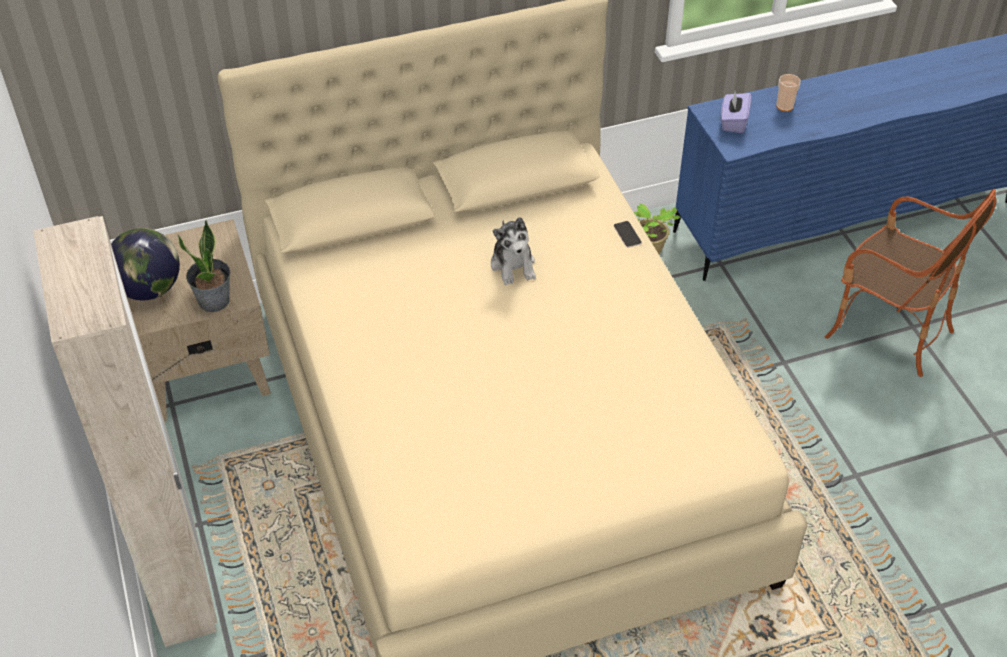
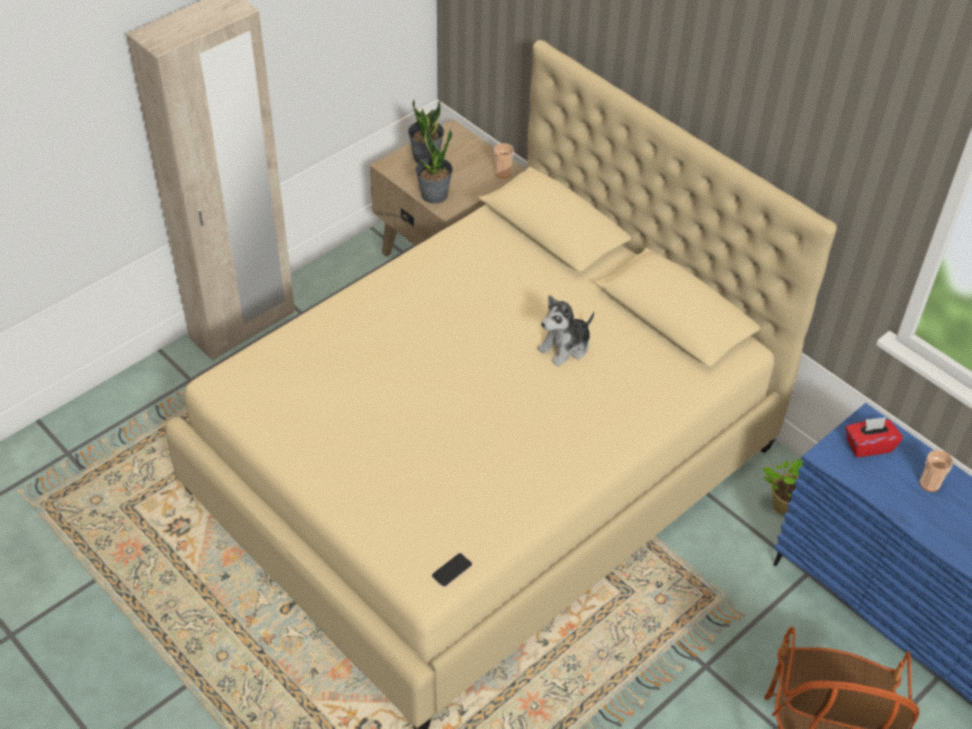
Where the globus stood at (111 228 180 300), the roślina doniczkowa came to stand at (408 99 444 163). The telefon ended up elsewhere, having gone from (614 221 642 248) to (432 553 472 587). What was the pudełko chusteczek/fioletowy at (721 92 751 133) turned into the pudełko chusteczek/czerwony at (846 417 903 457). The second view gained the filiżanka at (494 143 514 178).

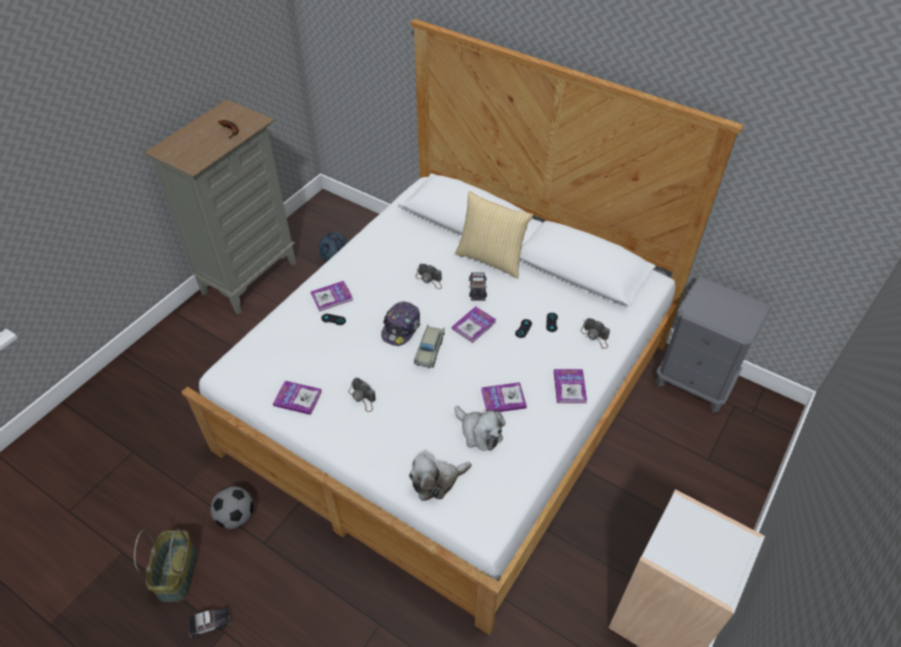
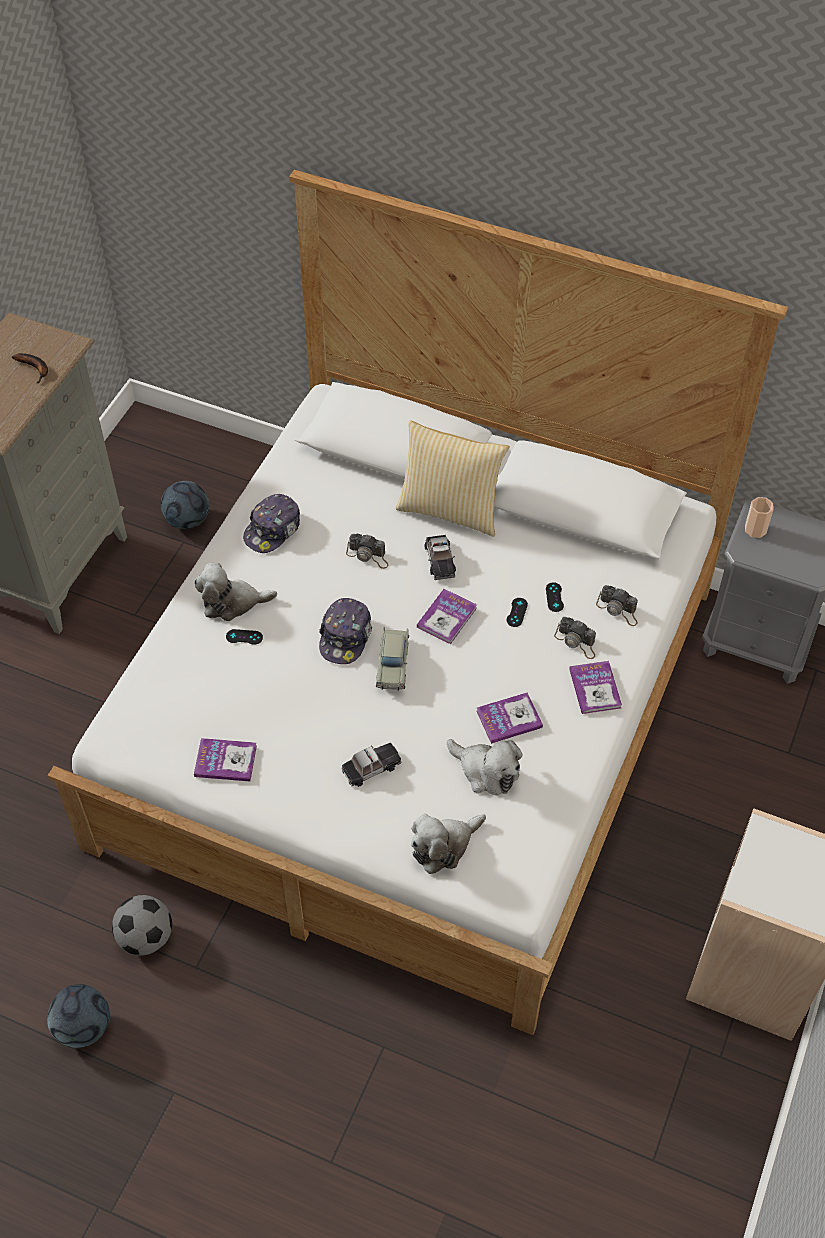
Where the koszyk stood at (134 529 197 602), the piłka futbolowa came to stand at (47 984 110 1048). The samochodzik ended up elsewhere, having gone from (188 607 231 638) to (341 743 401 787). Where the książka stood at (310 281 353 312), the pluszak came to stand at (194 563 277 621). The aparat fotograficzny ended up elsewhere, having gone from (348 378 376 412) to (554 617 596 659). The second view gained the czapka z daszkiem at (243 494 300 553). The second view gained the filiżanka at (745 497 773 538).

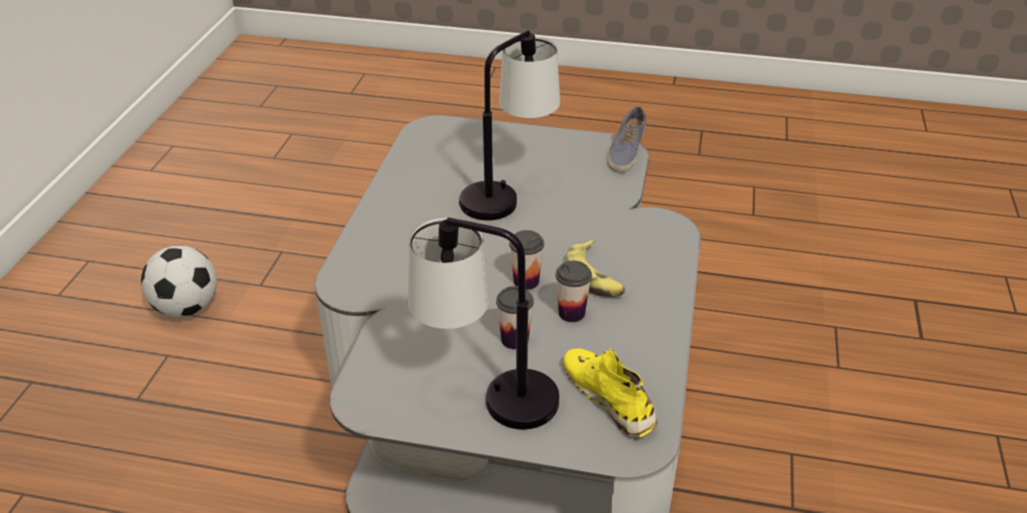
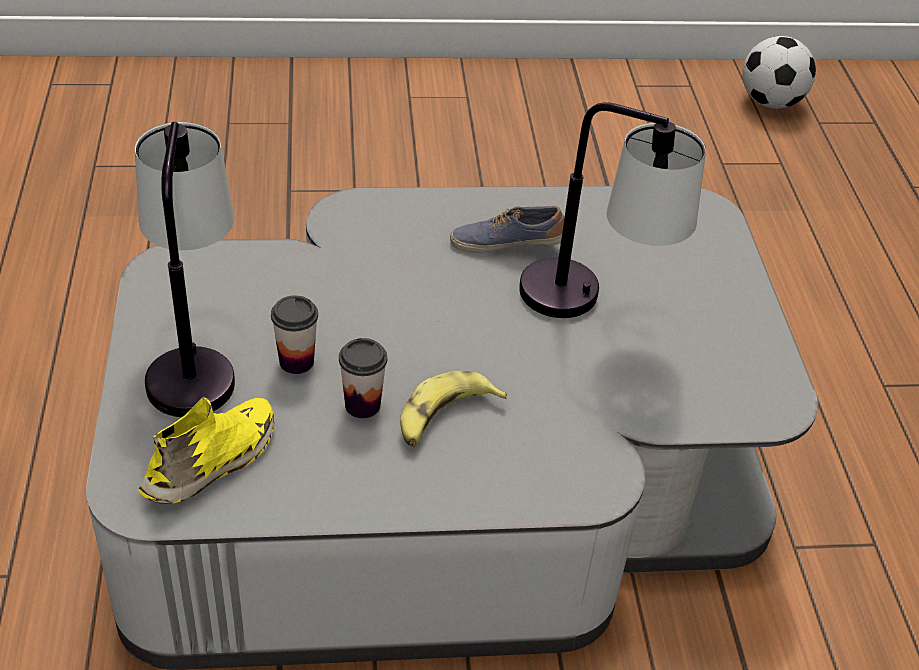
The piłka futbolowa ended up elsewhere, having gone from (141 246 217 317) to (742 36 816 109). The second view lost the filiżanka at (509 230 544 290). The but ended up elsewhere, having gone from (607 106 646 173) to (450 206 564 253).

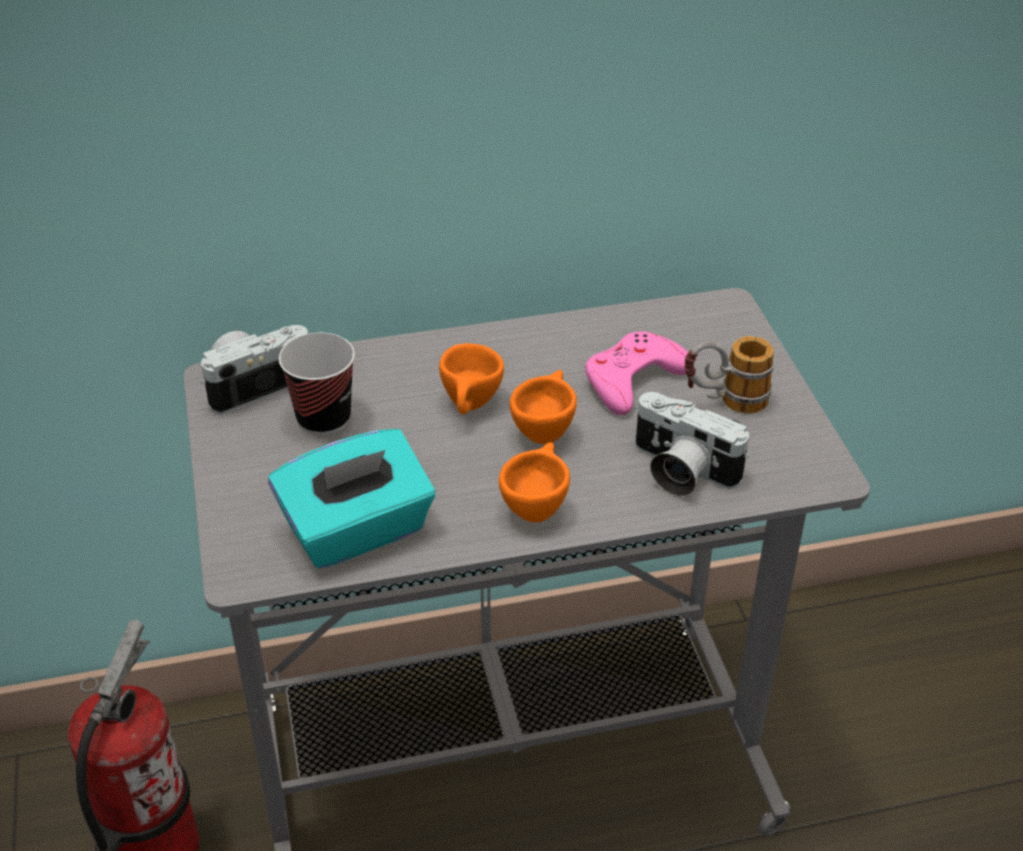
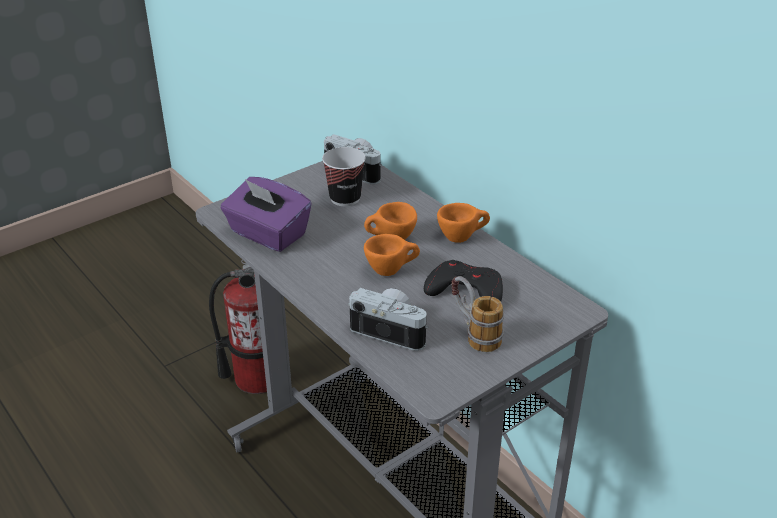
What was the pudełko chusteczek/turkusowy at (268 429 435 569) turned into the pudełko chusteczek/fioletowy at (221 177 312 252). The filiżanka/pomarańczowy ended up elsewhere, having gone from (499 442 570 522) to (437 203 490 243). What was the pad do gier/różowy at (585 331 688 415) turned into the pad do gier/czarny at (424 260 503 301). The aparat fotograficzny at (635 392 749 496) ended up facing another way, 105 degrees clockwise from before.

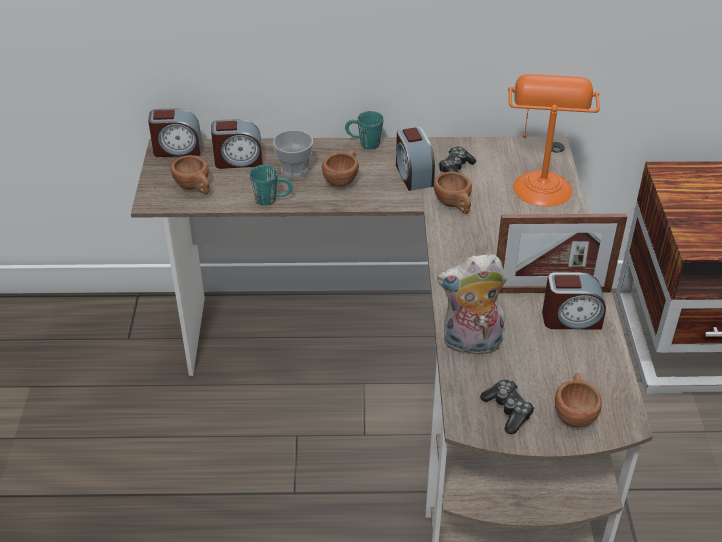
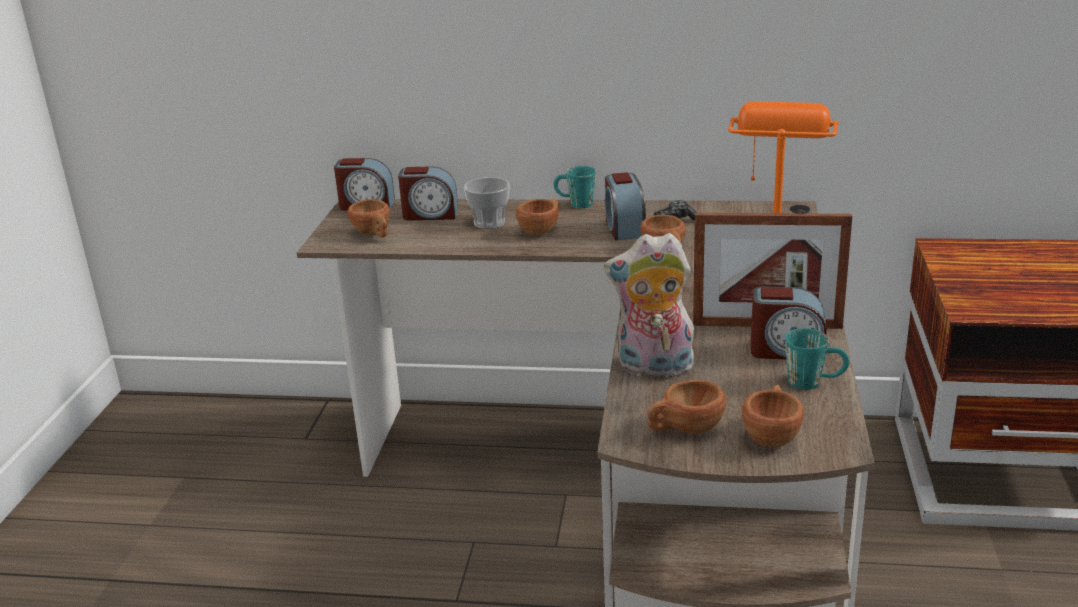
The kubek/turkusowy ended up elsewhere, having gone from (249 165 293 206) to (785 328 850 390). Where the pad do gier stood at (480 379 535 434), the filiżanka/brązowy came to stand at (648 380 726 434).

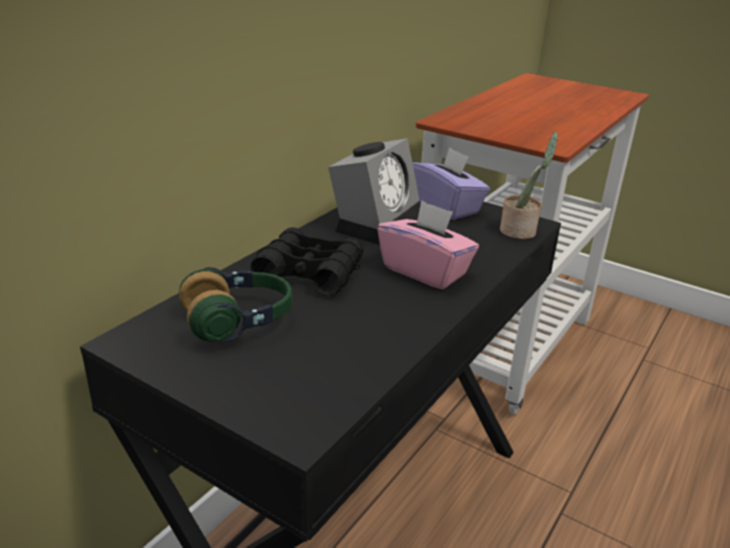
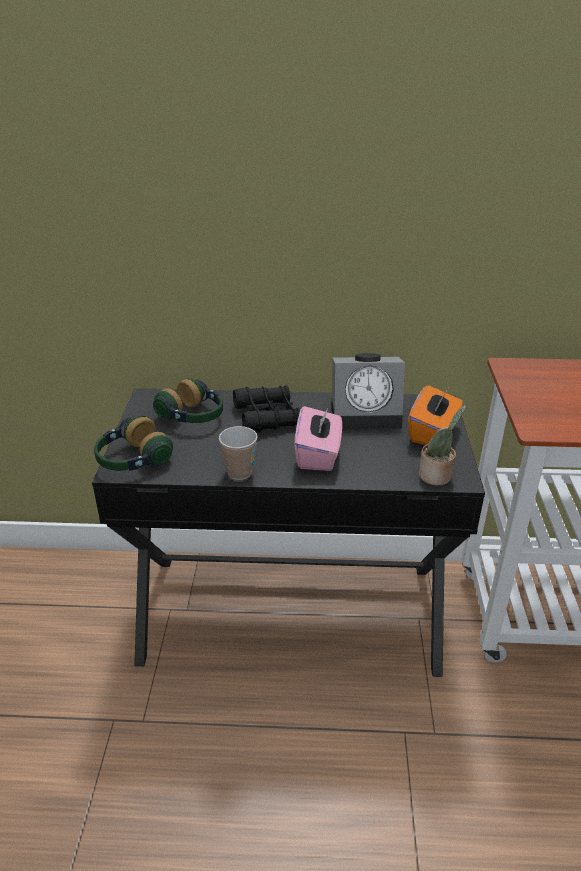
What was the pudełko chusteczek/fioletowy at (412 147 490 220) turned into the pudełko chusteczek/pomarańczowy at (408 385 463 445). The second view gained the słuchawki at (94 415 173 471). The second view gained the filiżanka at (219 426 257 480).

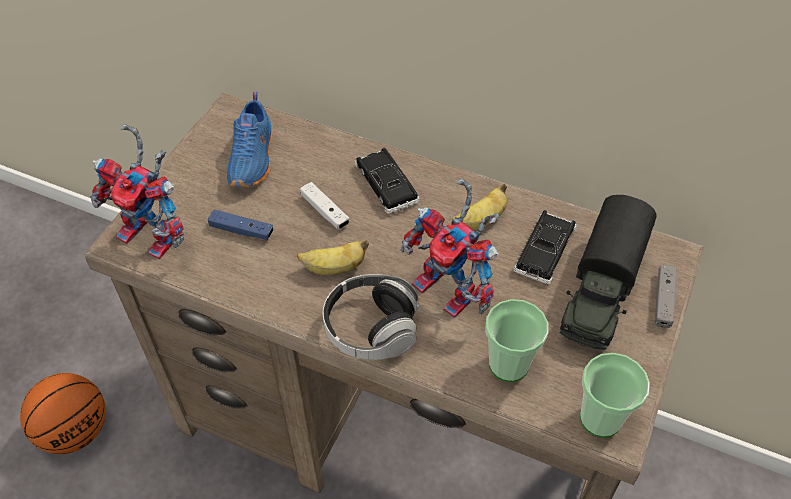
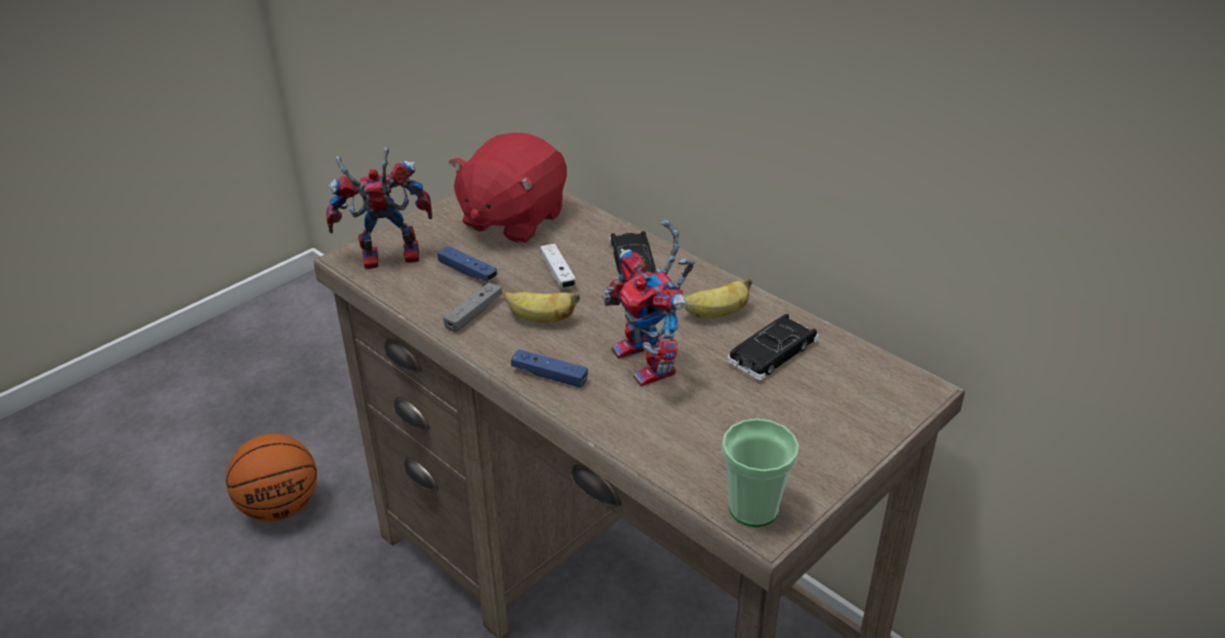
The robot zabawkowy at (90 124 184 259) ended up facing another way, 120 degrees clockwise from before. Where the but/niebieski stood at (227 92 273 187), the pluszak/czerwony came to stand at (449 132 567 244). Where the słuchawki stood at (323 274 420 360), the pad do gier/niebieski came to stand at (511 349 588 387). The second view lost the filiżanka at (485 299 548 382). The second view lost the ciężarówka zabawkowa at (560 195 657 350). The pad do gier/szary ended up elsewhere, having gone from (655 264 677 328) to (443 282 502 332).

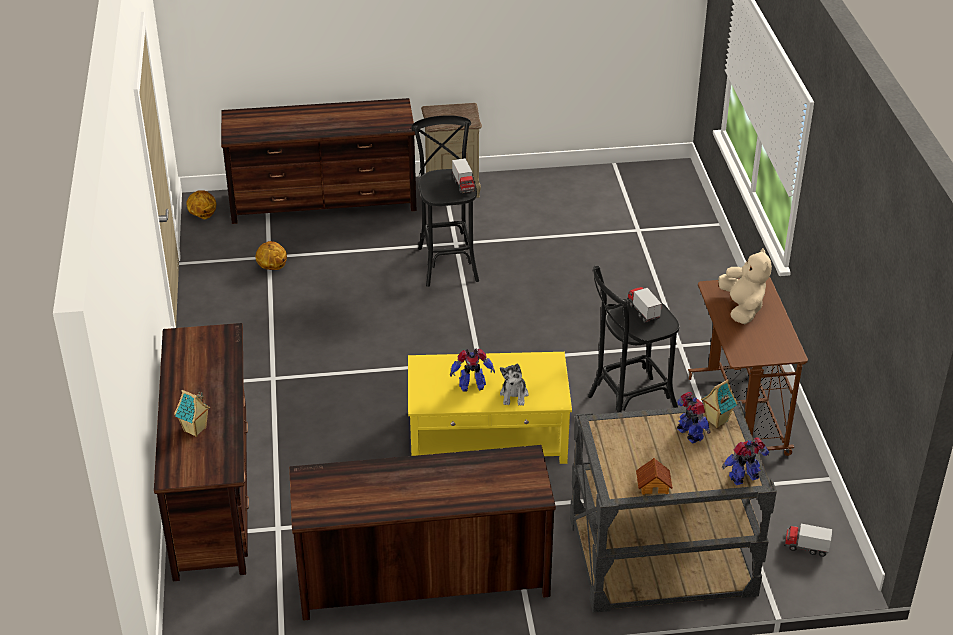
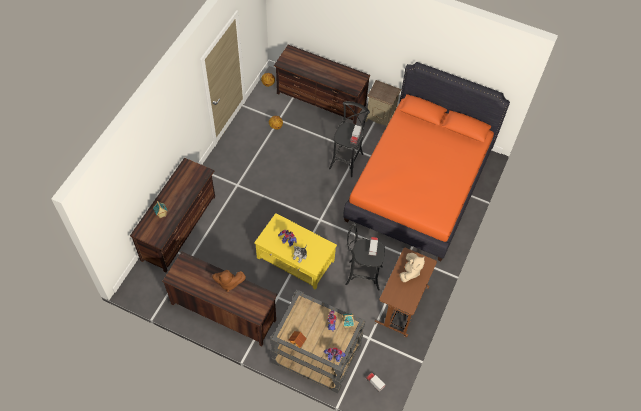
The second view gained the pluszak/brązowy at (212 270 246 292). The second view gained the łóżko/pomarańczowy at (343 62 510 261).

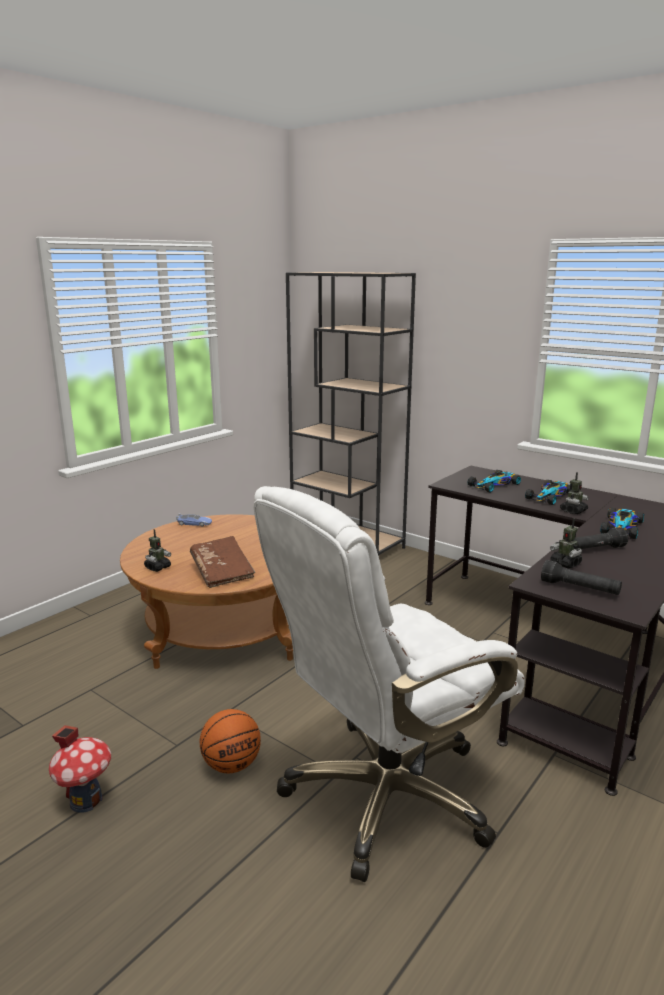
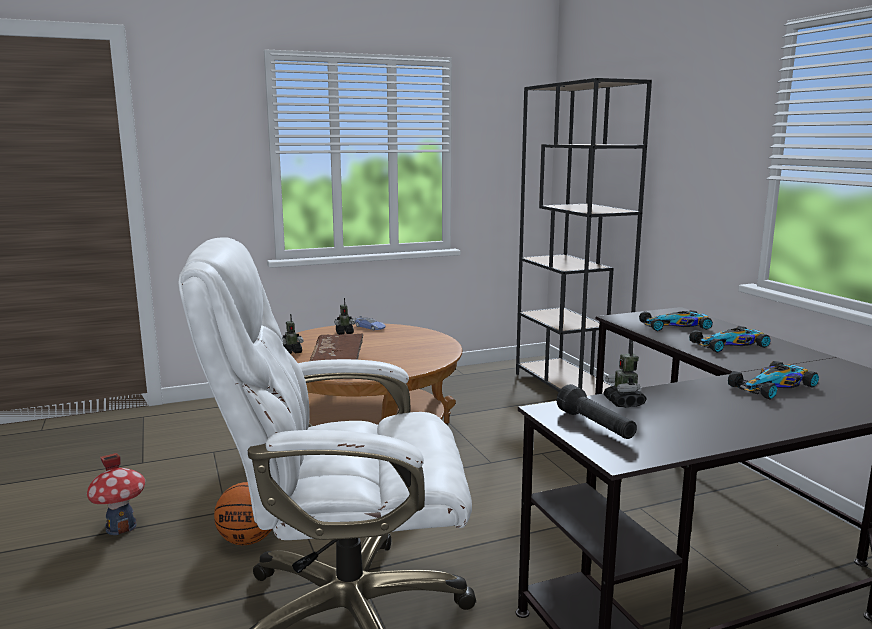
The robot zabawkowy ended up elsewhere, having gone from (560 472 589 514) to (334 298 355 335). The second view lost the latarka/czarny at (574 527 628 549).

